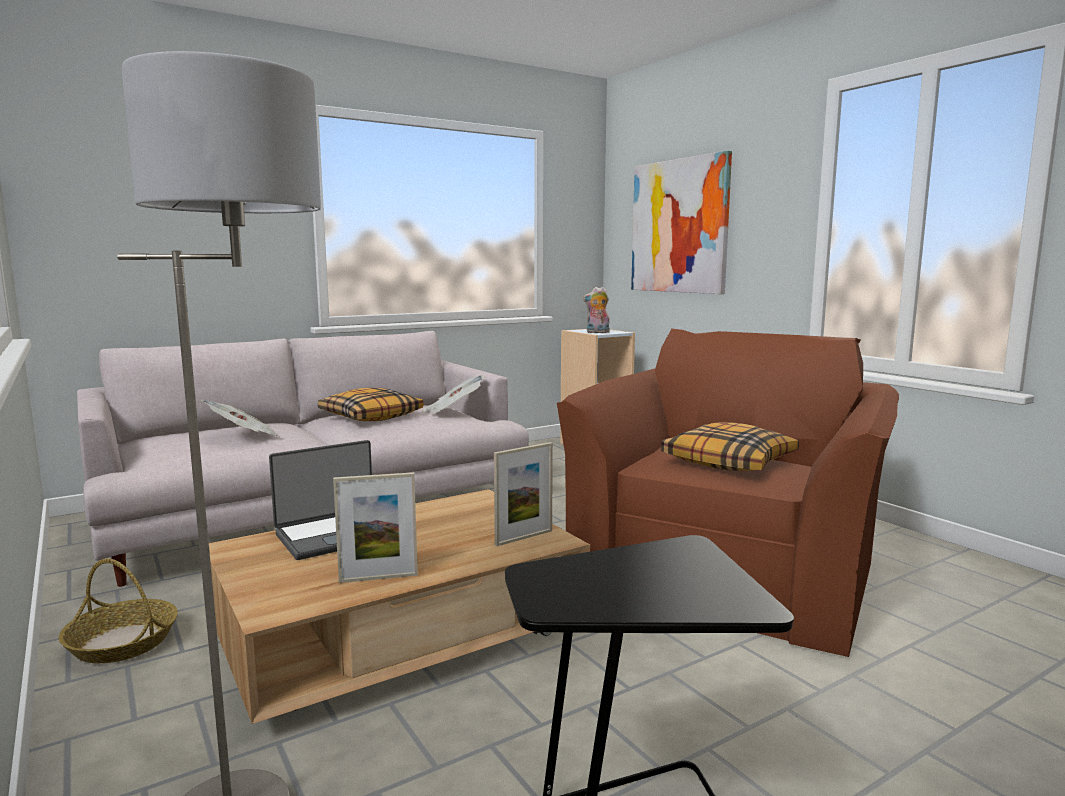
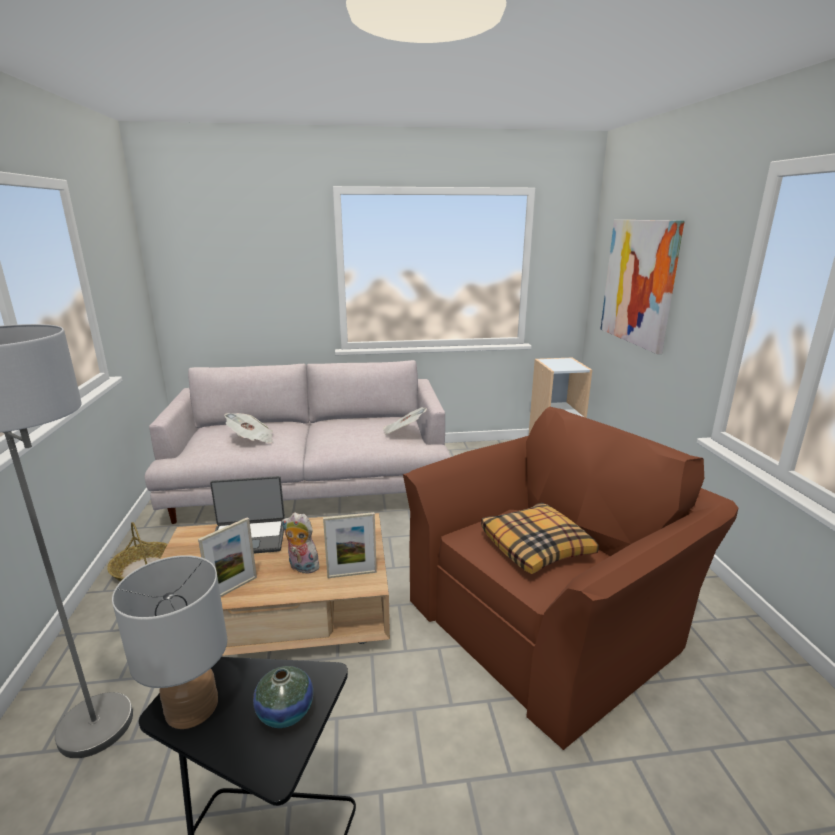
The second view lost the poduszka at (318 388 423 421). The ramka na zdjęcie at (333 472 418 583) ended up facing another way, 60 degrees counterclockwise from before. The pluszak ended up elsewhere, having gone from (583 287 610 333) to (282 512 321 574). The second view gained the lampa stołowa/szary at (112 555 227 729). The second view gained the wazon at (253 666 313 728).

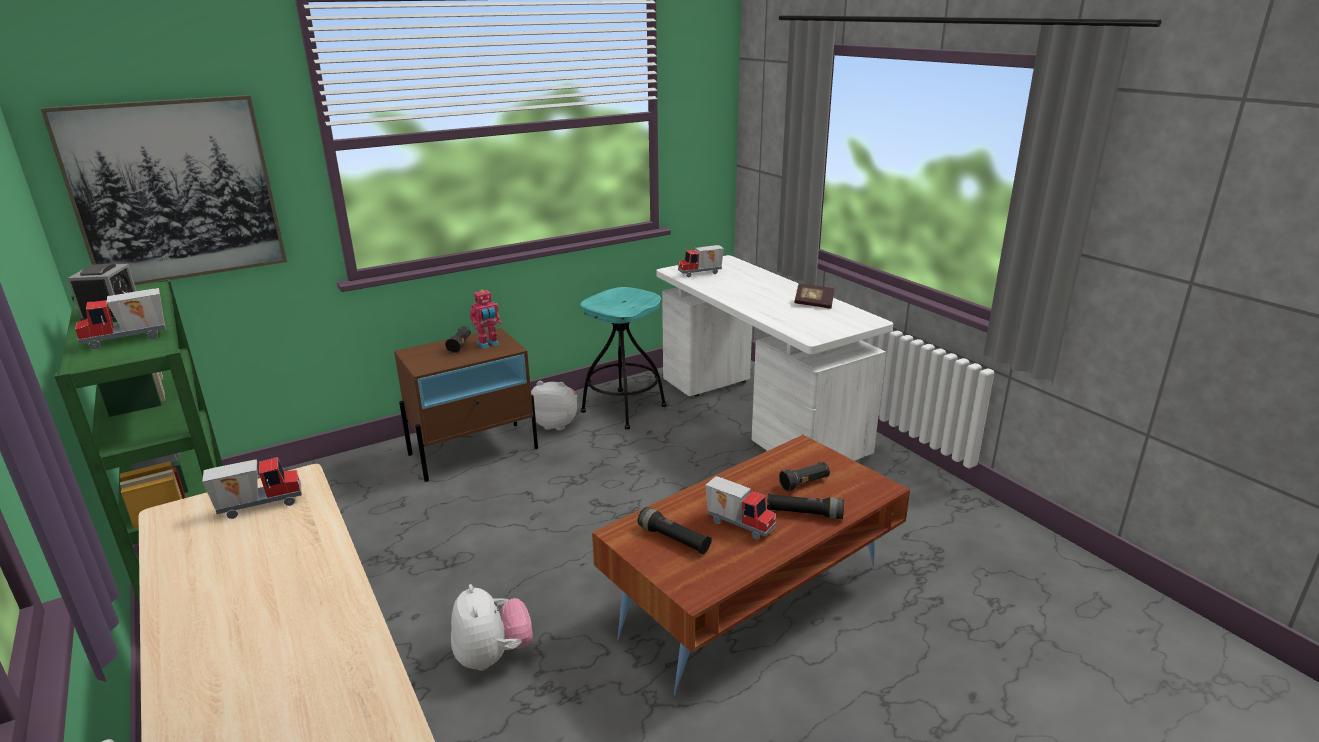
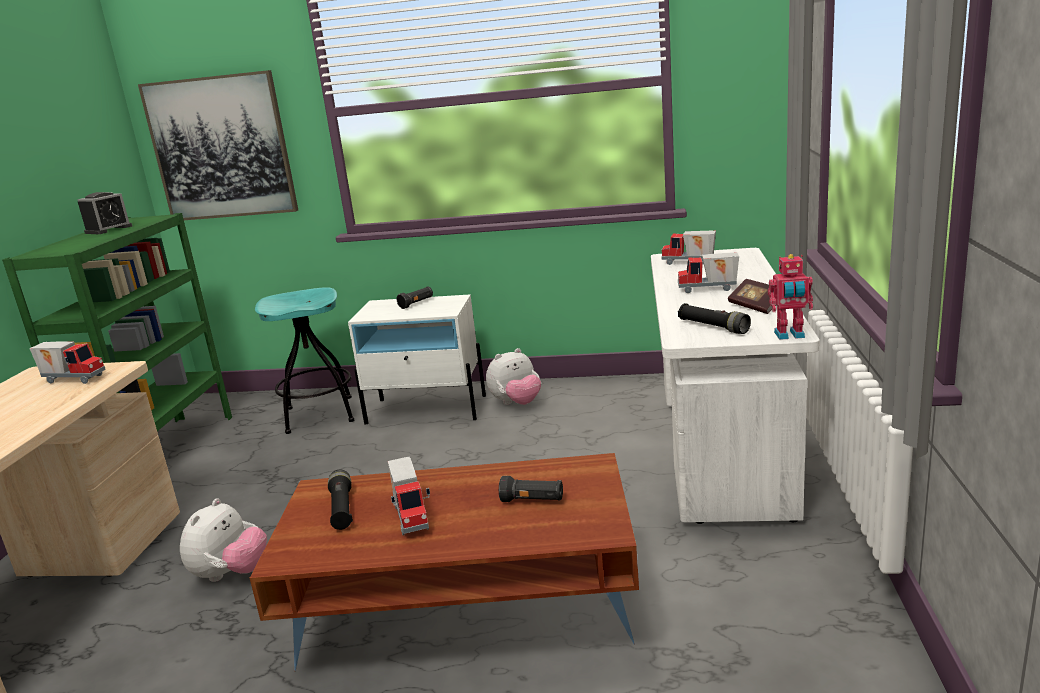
The ciężarówka zabawkowa ended up elsewhere, having gone from (75 288 166 350) to (678 252 739 293). What was the szafka nocna/brązowy at (394 328 538 482) turned into the szafka nocna/biały at (348 294 486 424). The robot zabawkowy ended up elsewhere, having gone from (469 289 502 349) to (768 254 813 340). The pluszak at (531 381 578 430) ended up facing another way, 105 degrees clockwise from before. The stołek/turkusowy ended up elsewhere, having gone from (580 287 667 430) to (255 287 354 434). The latarka/czarny ended up elsewhere, having gone from (767 493 844 519) to (678 303 751 334).

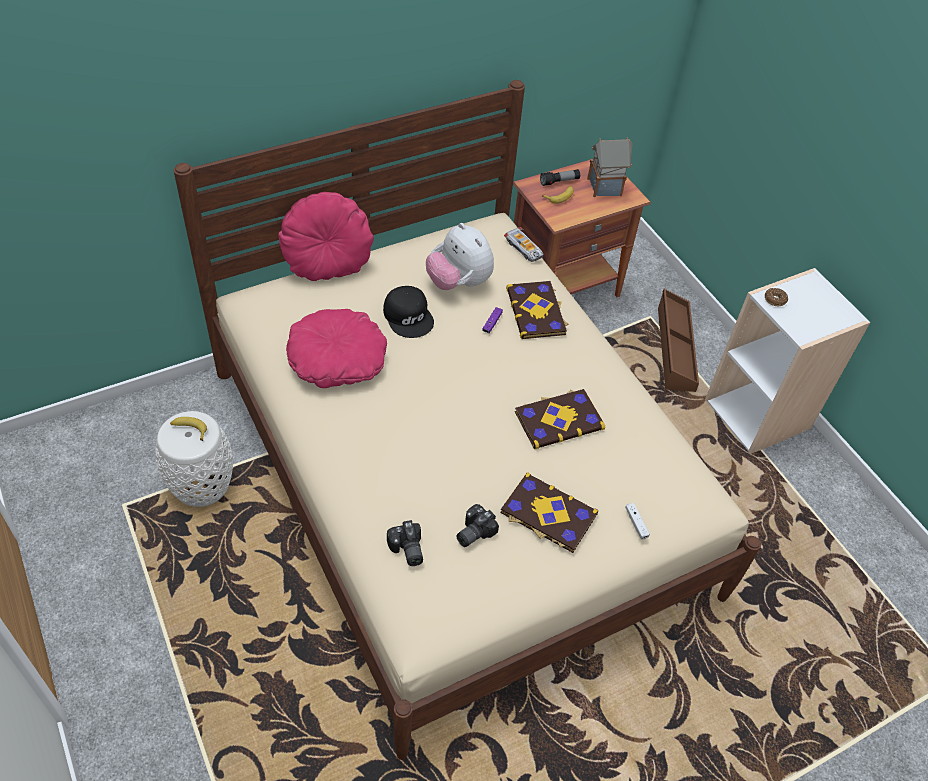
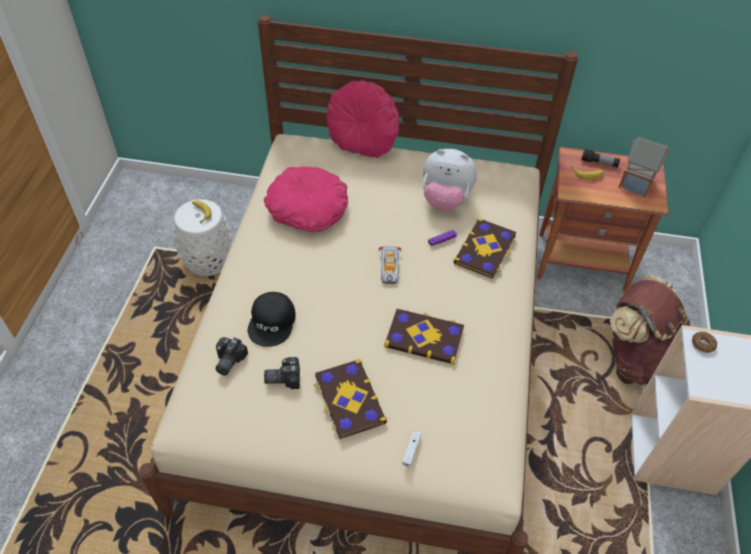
The czapka z daszkiem/czarny ended up elsewhere, having gone from (383 286 434 338) to (248 292 296 347). The pluszak at (426 223 494 290) ended up facing another way, 75 degrees counterclockwise from before. The samochodzik ended up elsewhere, having gone from (504 227 544 262) to (379 247 401 284). Where the pojemnik do przechowywania/brązowy stood at (658 289 699 392), the plecak/brązowy came to stand at (610 275 690 386).

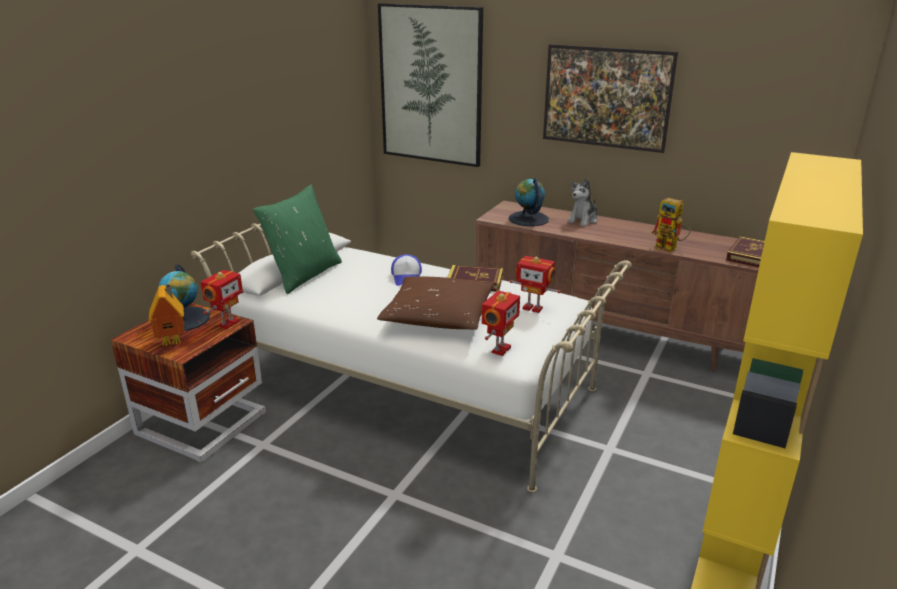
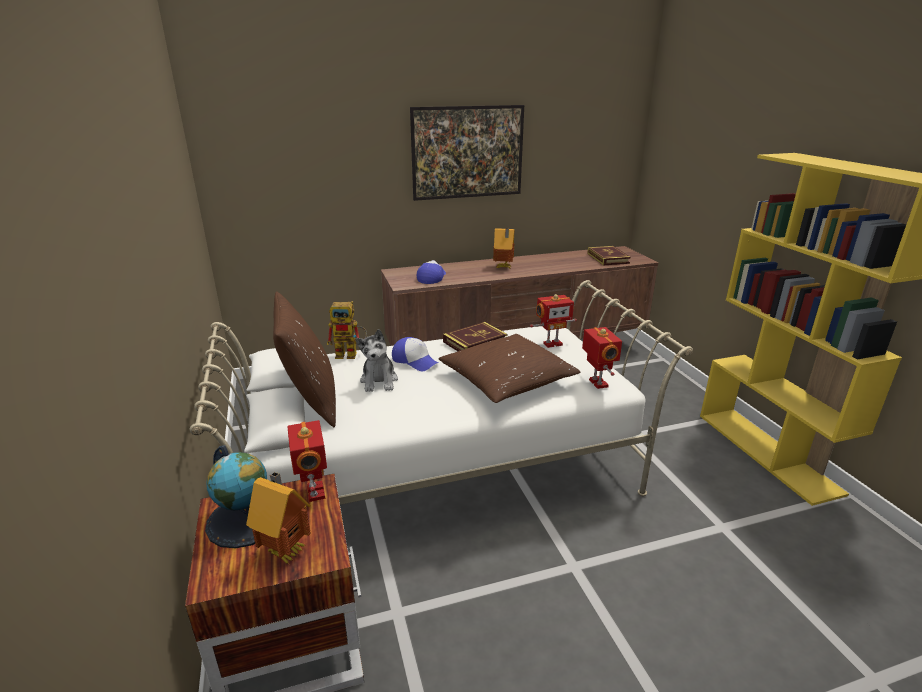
What was the poduszka/zielony at (253 185 342 294) turned into the poduszka/brązowy at (273 292 336 427). The second view lost the obraz at (378 3 483 167). Where the globus stood at (508 178 549 226), the czapka z daszkiem came to stand at (417 260 446 284). The pluszak ended up elsewhere, having gone from (567 179 598 226) to (355 329 398 392). The robot zabawkowy ended up elsewhere, having gone from (651 198 691 252) to (327 301 367 359). The second view gained the domek at (493 228 515 268).

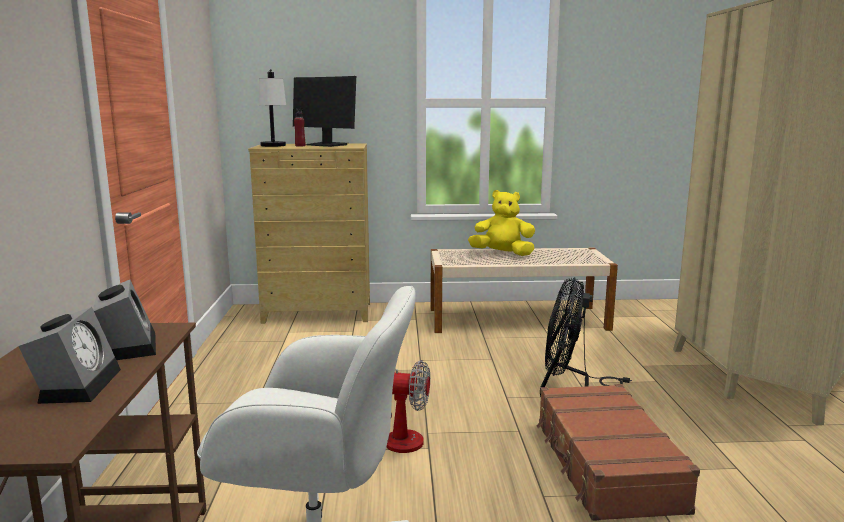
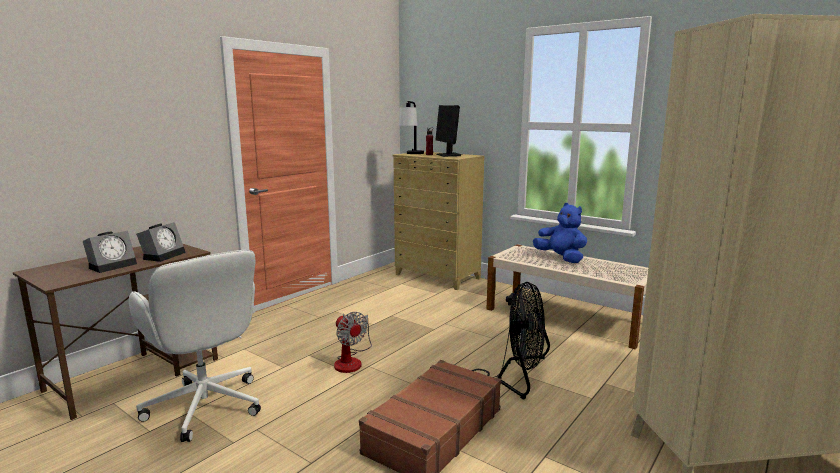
What was the pluszak/żółty at (468 190 535 256) turned into the pluszak/niebieski at (533 203 587 263). The wentylator/czarny at (540 277 632 397) ended up facing another way, 150 degrees clockwise from before.

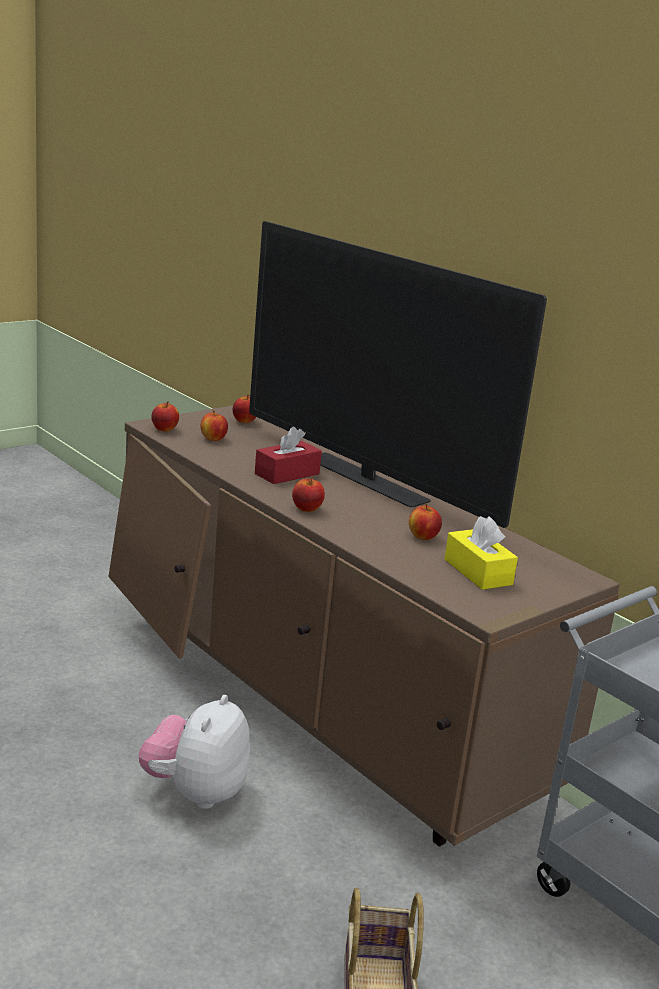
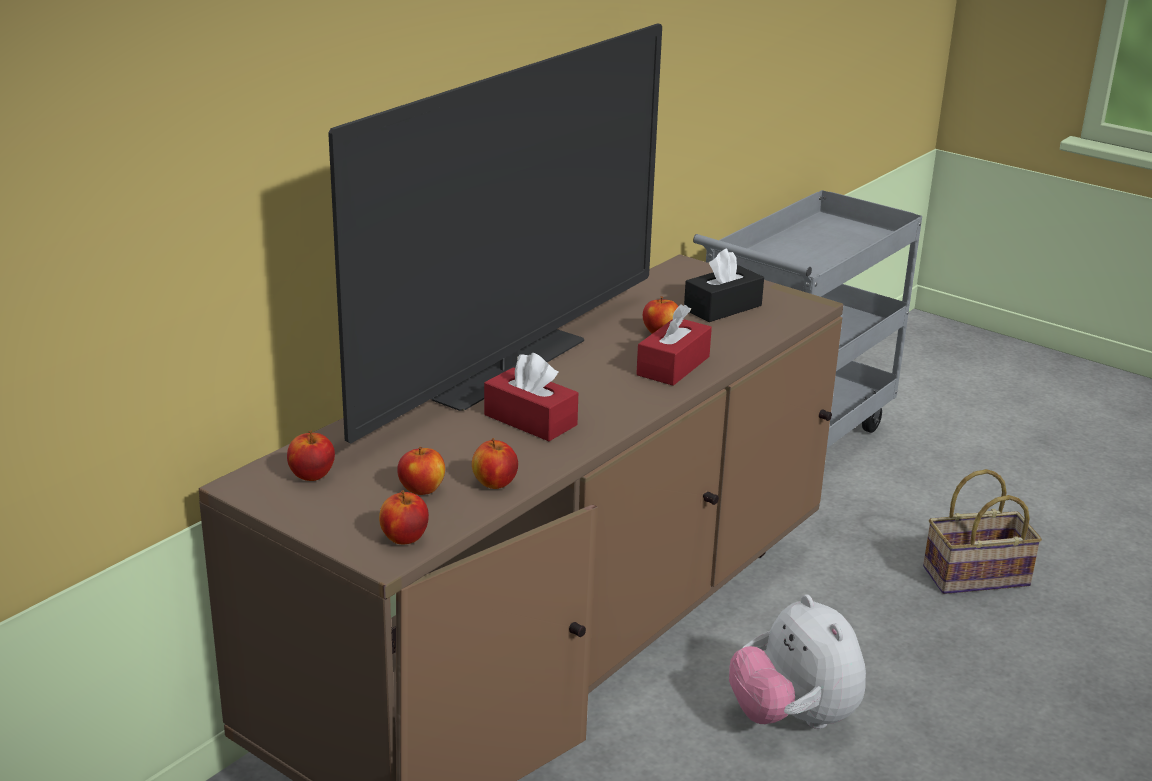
The pluszak at (139 695 250 809) ended up facing another way, 60 degrees clockwise from before. The jabłko ended up elsewhere, having gone from (292 477 325 512) to (472 438 518 489). What was the pudełko chusteczek/żółty at (445 516 518 590) turned into the pudełko chusteczek/czarny at (684 249 764 322). The second view gained the pudełko chusteczek/czerwony at (636 305 712 386).

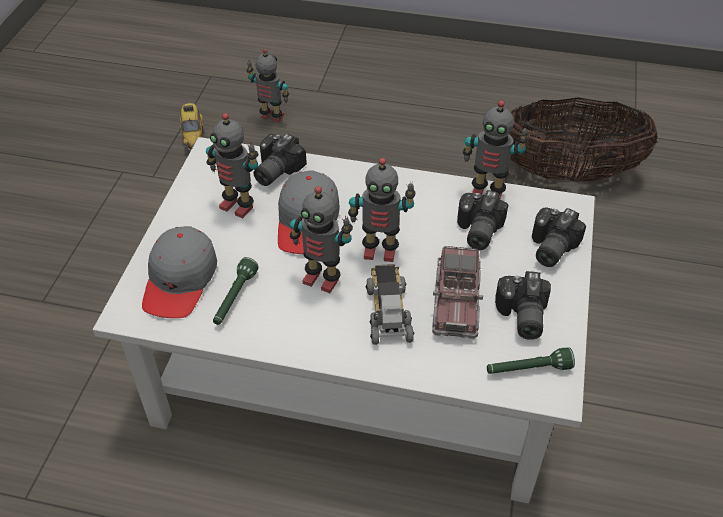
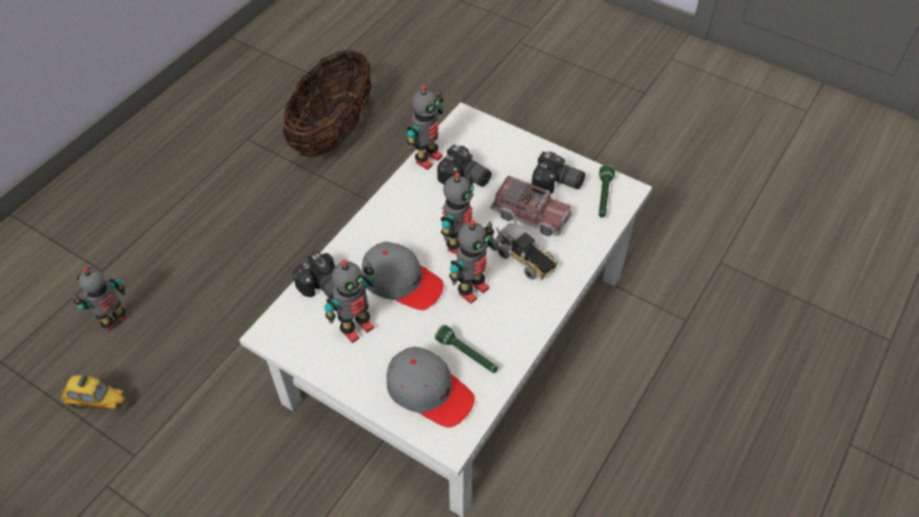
The ciężarówka zabawkowa at (366 264 414 345) ended up facing another way, 150 degrees counterclockwise from before. The second view lost the aparat fotograficzny at (532 208 586 267).

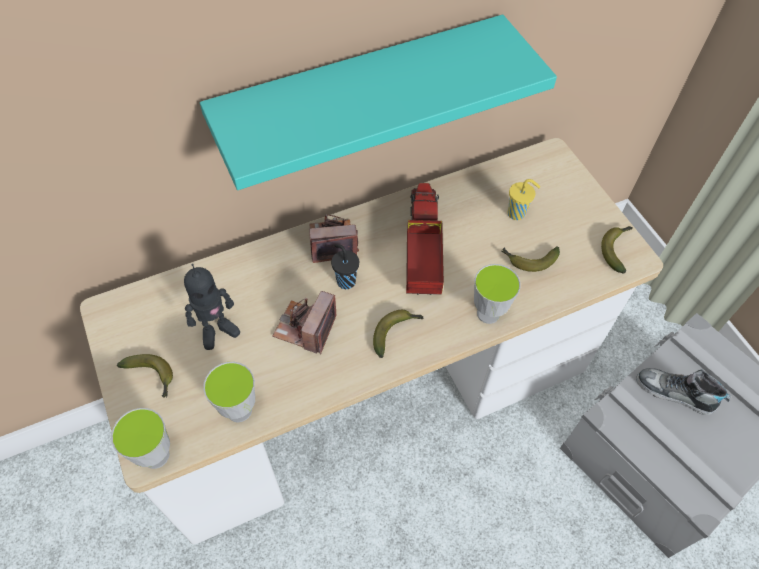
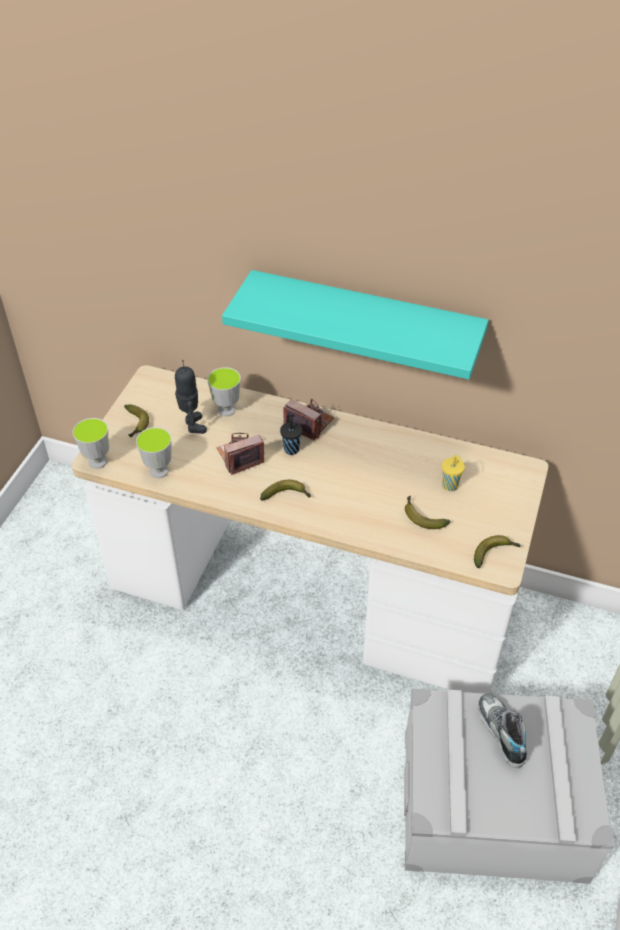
The robot zabawkowy at (184 264 240 350) ended up facing another way, 120 degrees counterclockwise from before. The second view lost the ciężarówka zabawkowa at (406 183 444 295). The filiżanka ended up elsewhere, having gone from (474 264 521 324) to (207 367 241 416).

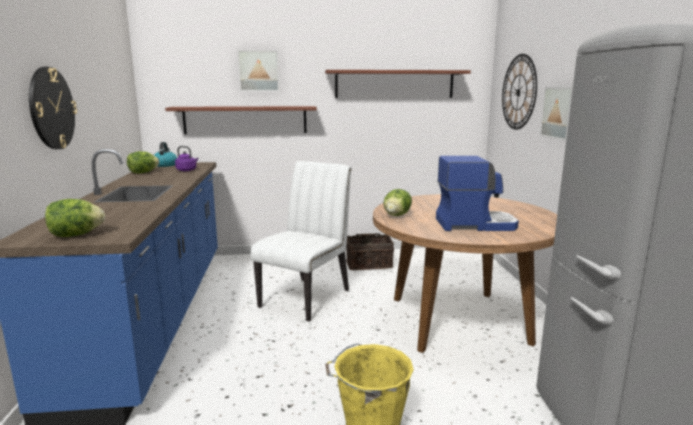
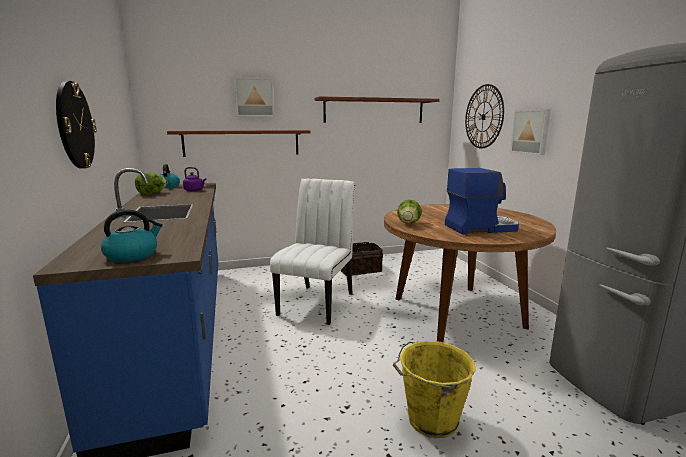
Where the sałata stood at (45 199 105 237), the czajnik came to stand at (101 209 163 262).

